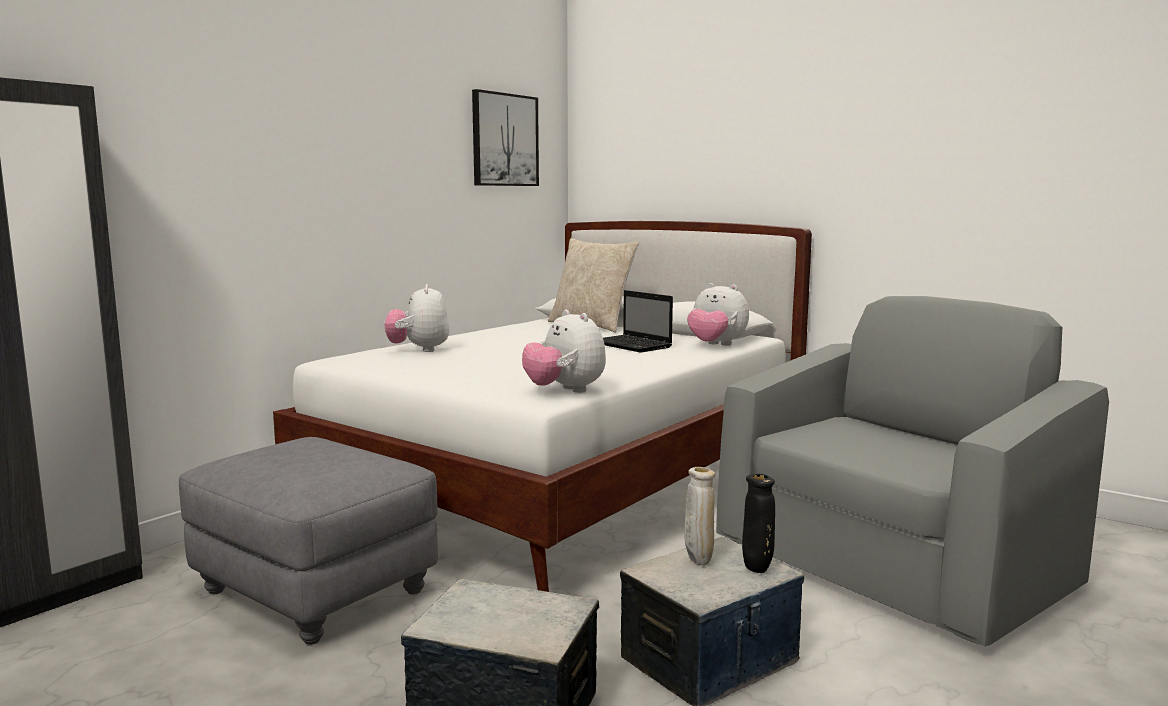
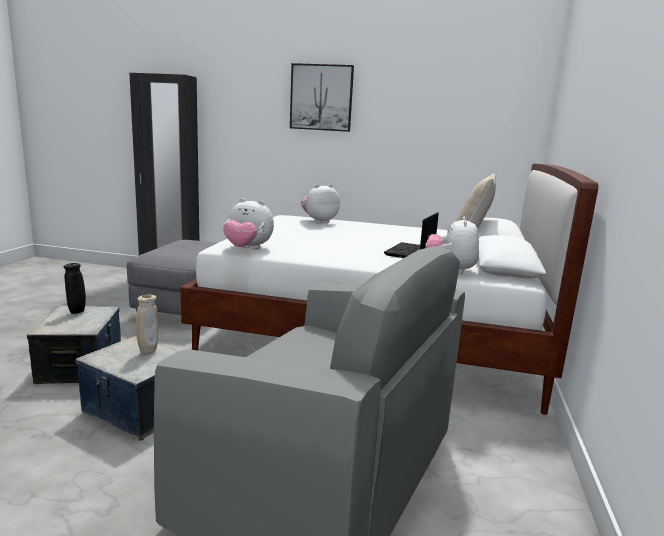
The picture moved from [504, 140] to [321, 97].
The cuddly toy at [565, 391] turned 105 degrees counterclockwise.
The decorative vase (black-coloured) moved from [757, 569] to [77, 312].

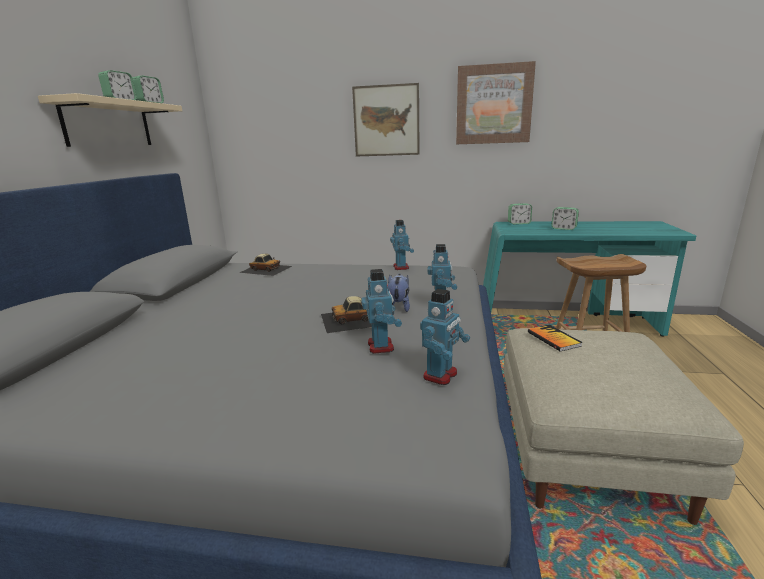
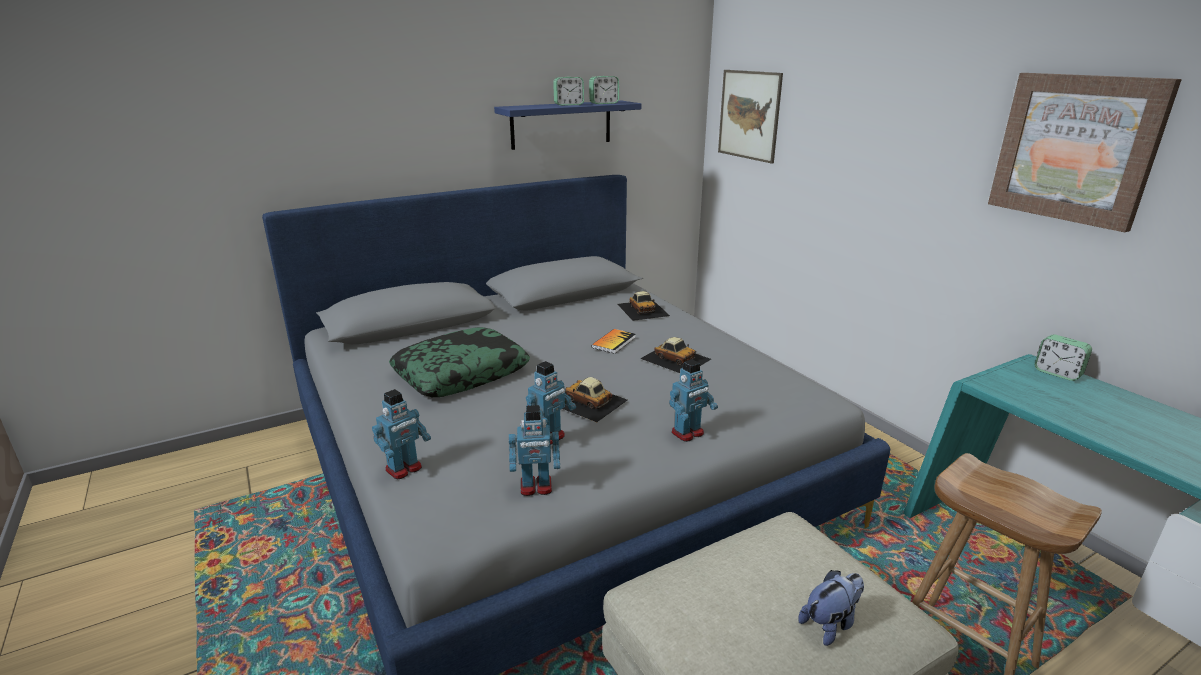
The picture moved from [386, 121] to [749, 115].
The shelf (beige) at [108, 124] became the shelf (bluish) at [561, 124].
The bedside clock at [563, 228] disappeared.
The toy robot moved from [401, 267] to [404, 469].
The cuddly toy moved from [398, 307] to [830, 624].
The book moved from [553, 339] to [614, 342].
The throw pillow at [461, 373] appeared.
The toy car at [675, 358] appeared.

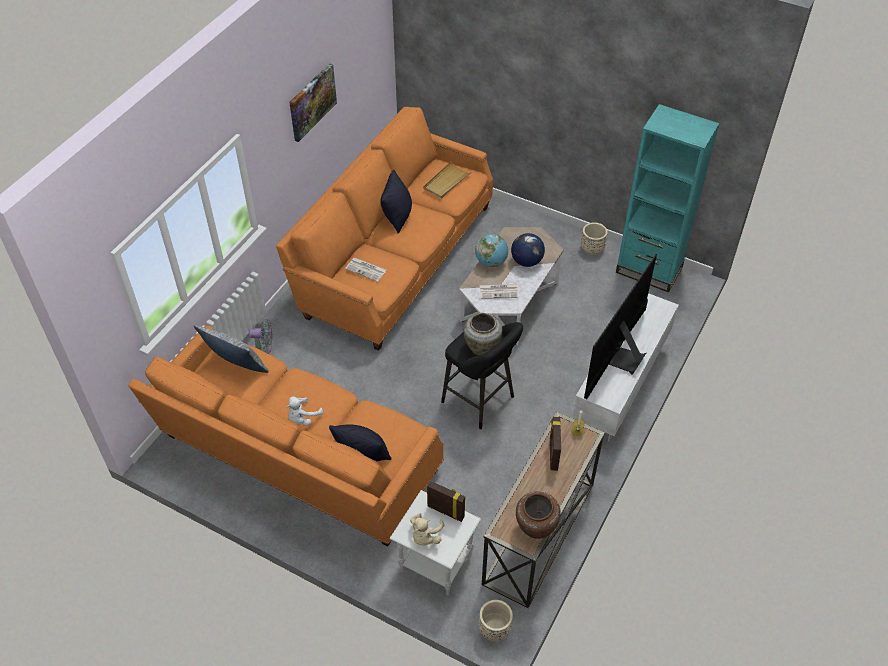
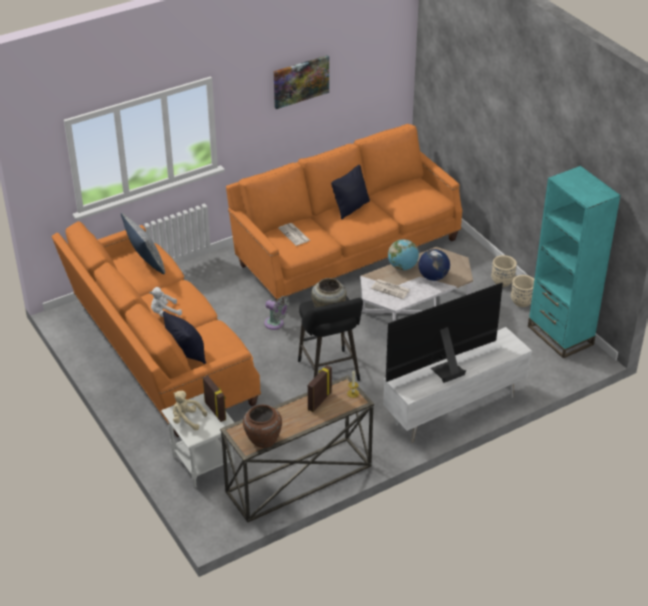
The tray (beige) at [446, 182] disappeared.
The electric fan (grey) moved from [263, 349] to [276, 324].
The cuddly toy (beige) at [425, 536] turned 60 degrees clockwise.
The plant pot (beige) moved from [495, 629] to [502, 281].

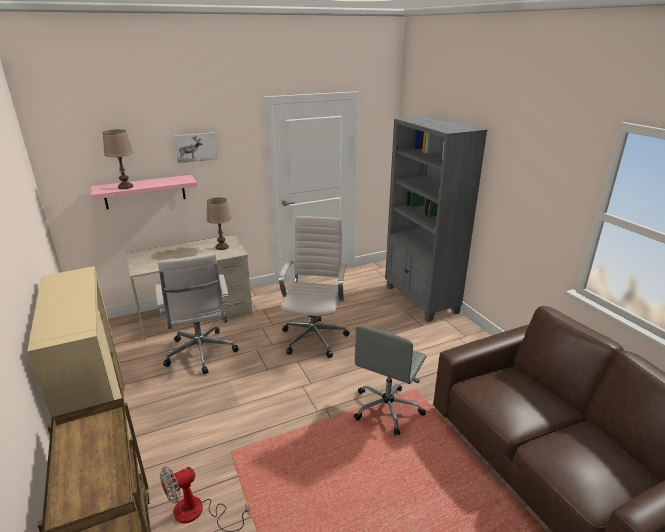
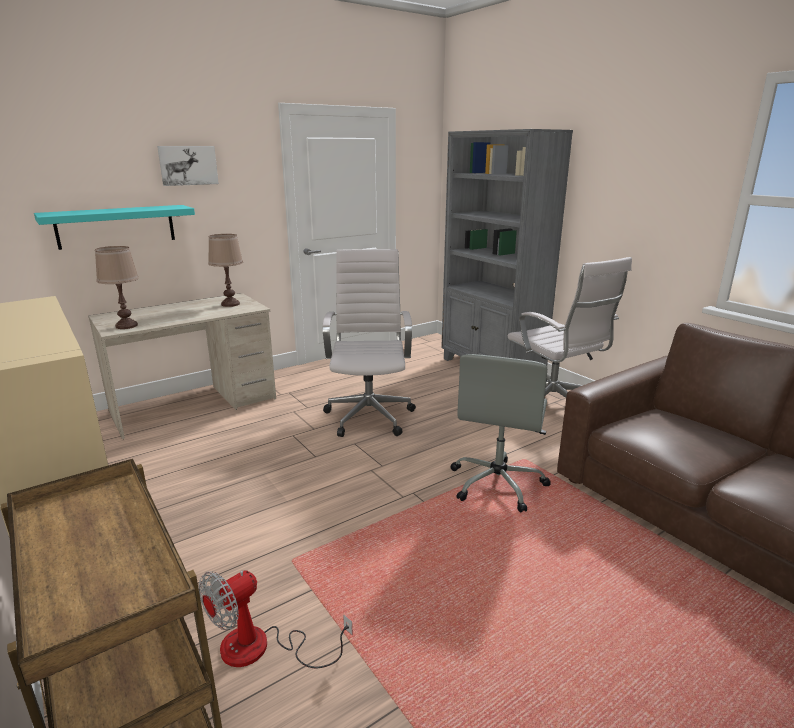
The tabletop lamp (brown-coloured) moved from [125, 187] to [127, 326].
The shelf (pink) at [145, 192] became the shelf (blue-green) at [116, 226].
The desk chair (white-coloured) moved from [201, 354] to [554, 405].

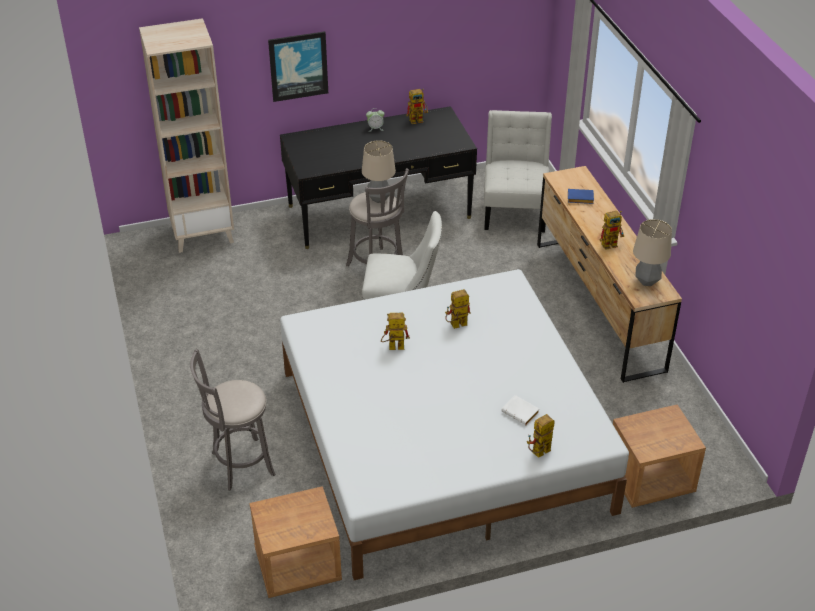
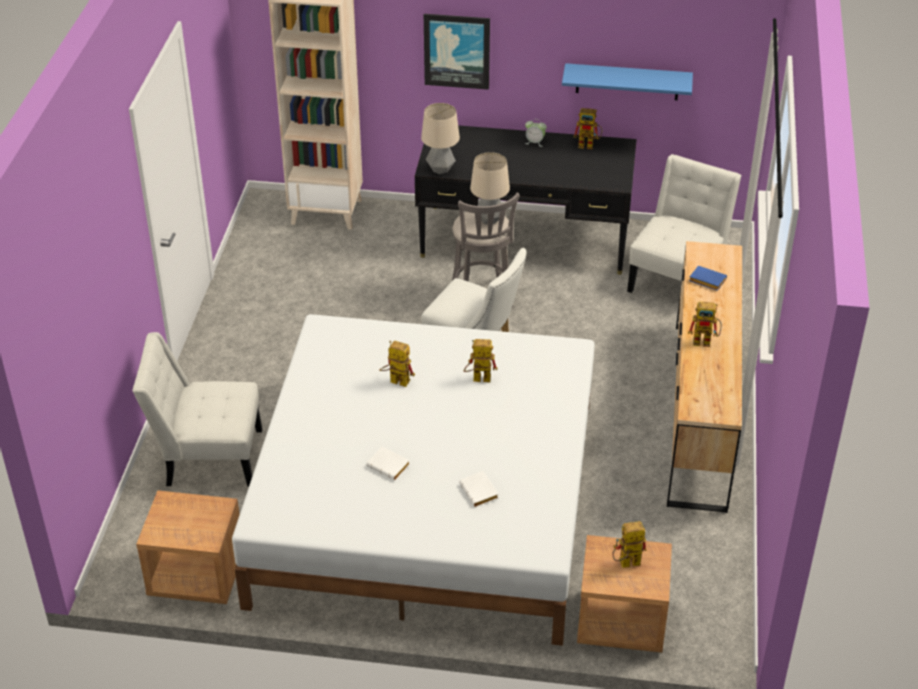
The tabletop lamp moved from [647, 281] to [440, 169].
The sitting stool (grey) at [239, 465] was replaced by the chair (white-coloured) at [208, 456].
The toy robot moved from [539, 454] to [625, 564].
The shelf (bluish) at [627, 82] appeared.
The book (white-coloured) at [390, 466] appeared.

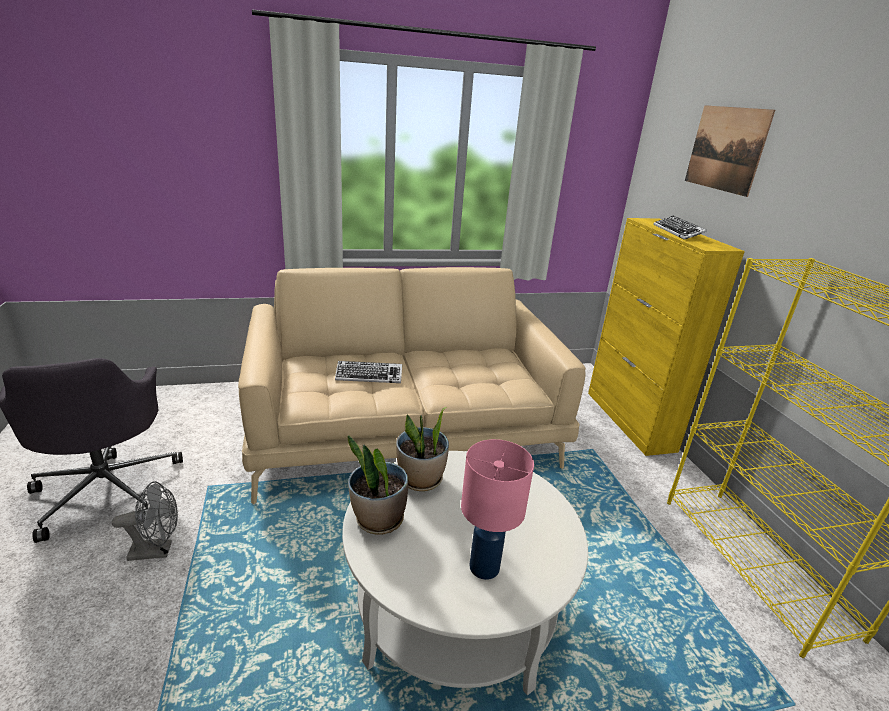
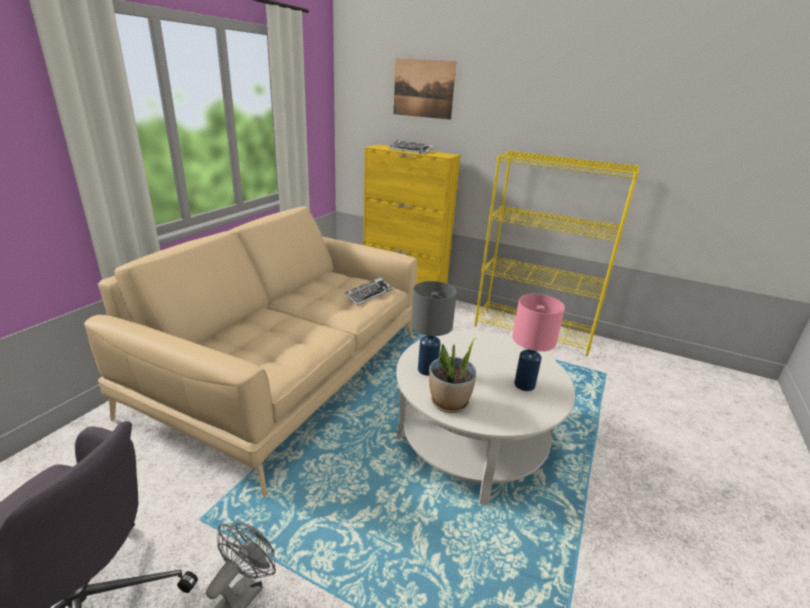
The PC keyboard moved from [369, 376] to [368, 294].
The plant in a pot at [421, 480] was replaced by the tabletop lamp (grey) at [427, 369].

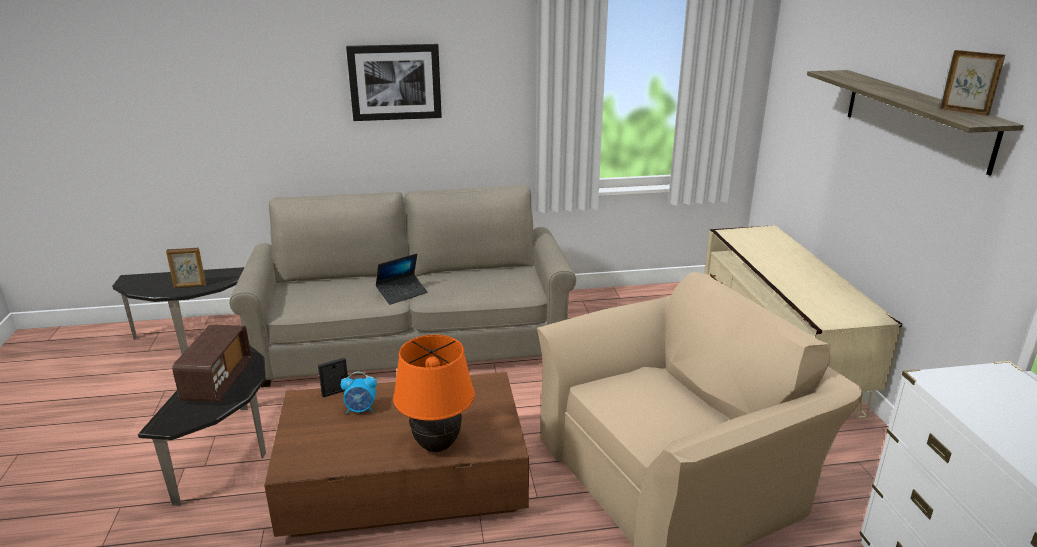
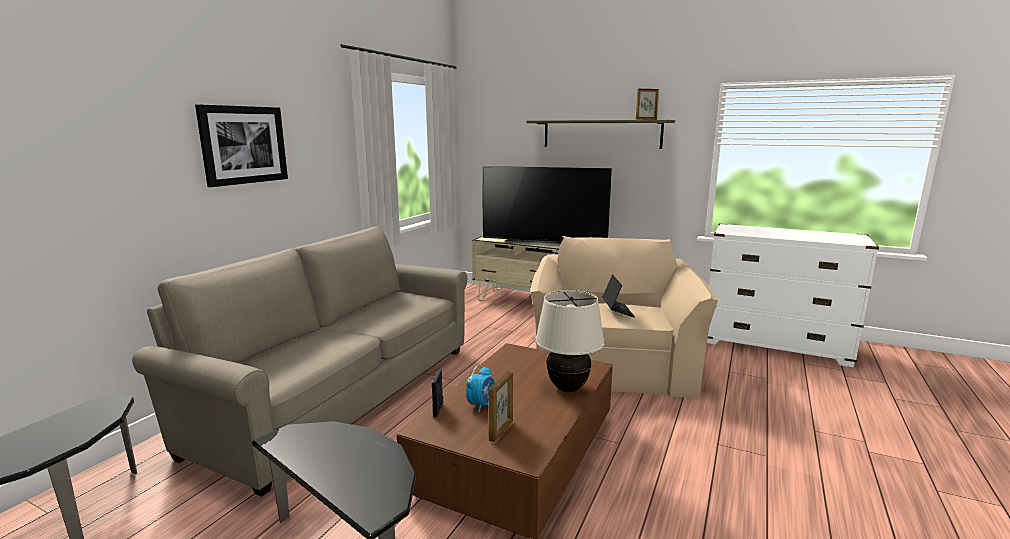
The photo frame moved from [190, 286] to [501, 430].
The laptop moved from [402, 293] to [617, 311].
The radio set at [218, 382] disappeared.
The tabletop lamp (orange-coloured) at [437, 446] became the tabletop lamp (beige) at [568, 388].
The TV at [544, 242] appeared.

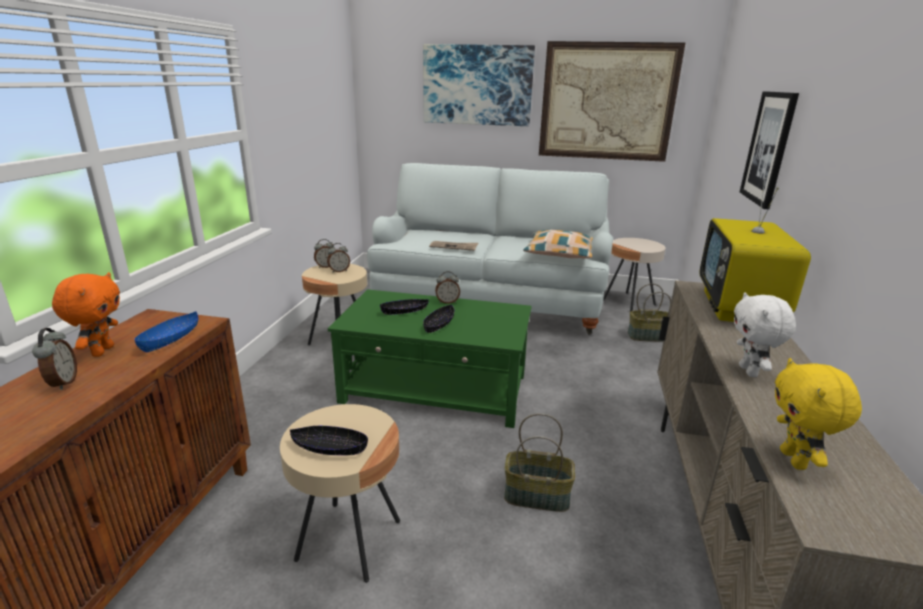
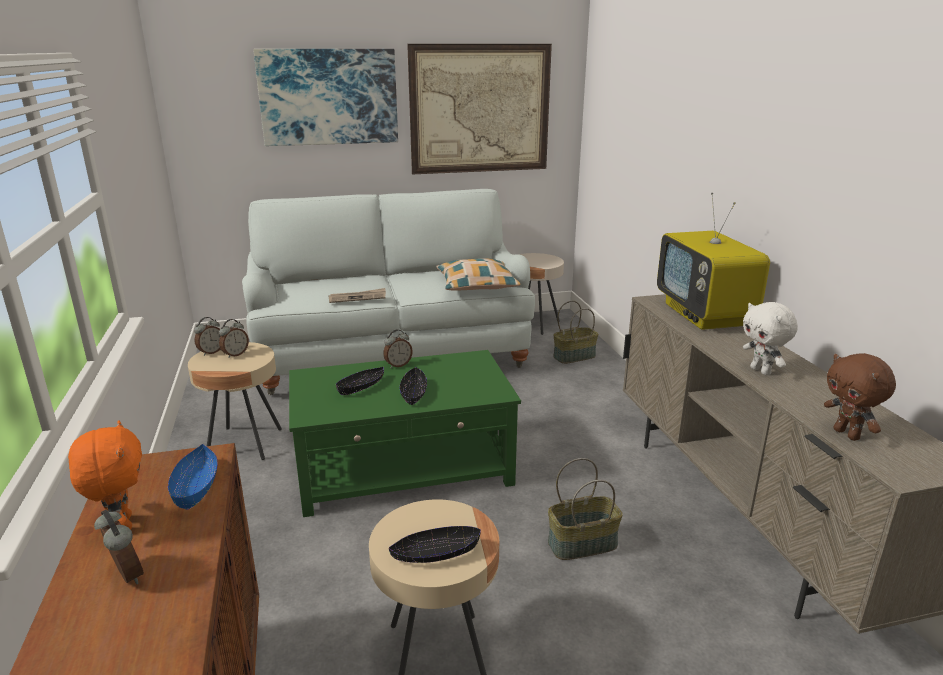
The picture at [768, 148] disappeared.
The cuddly toy (yellow) at [795, 460] became the cuddly toy (brown-coloured) at [847, 434].

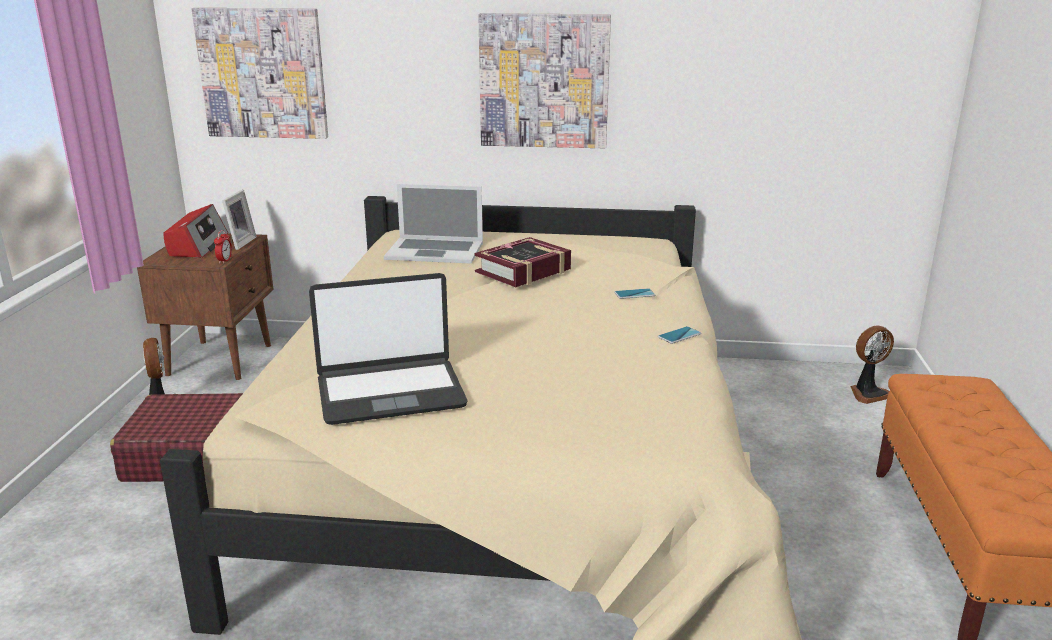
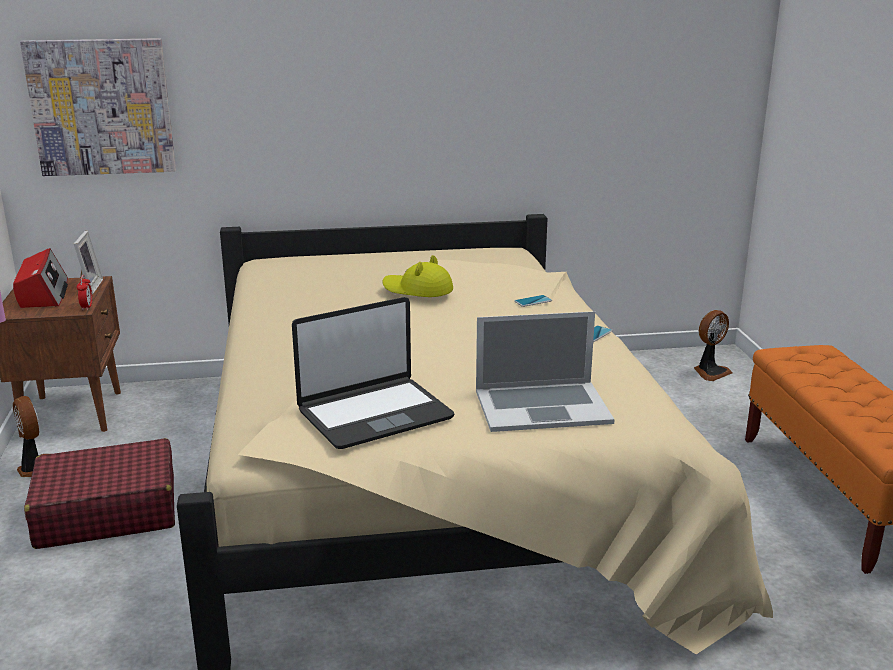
The picture at [544, 81] disappeared.
The laptop moved from [435, 251] to [542, 406].
The book at [523, 271] was replaced by the hat (yellow) at [417, 289].

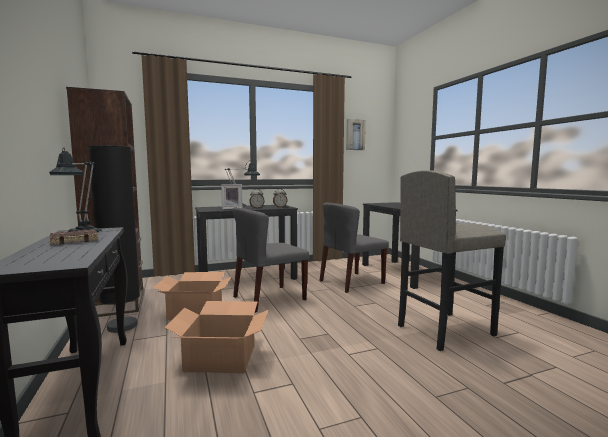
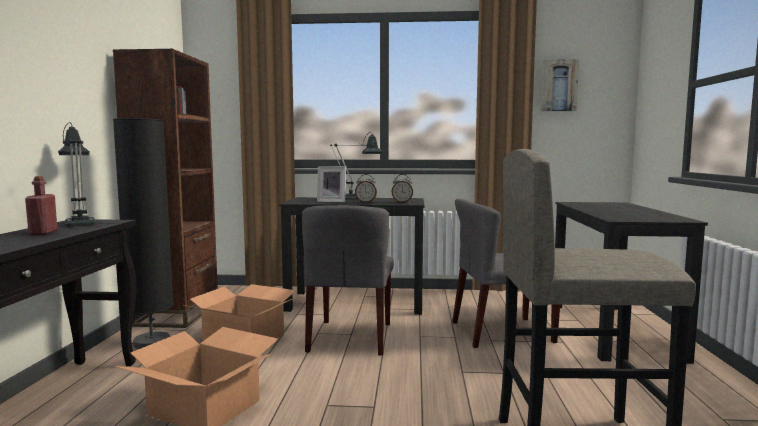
The chair (grey) at [269, 298] turned 75 degrees counterclockwise.
The book (brown-coloured) at [74, 240] was replaced by the drink bottle (reddish) at [43, 233].

